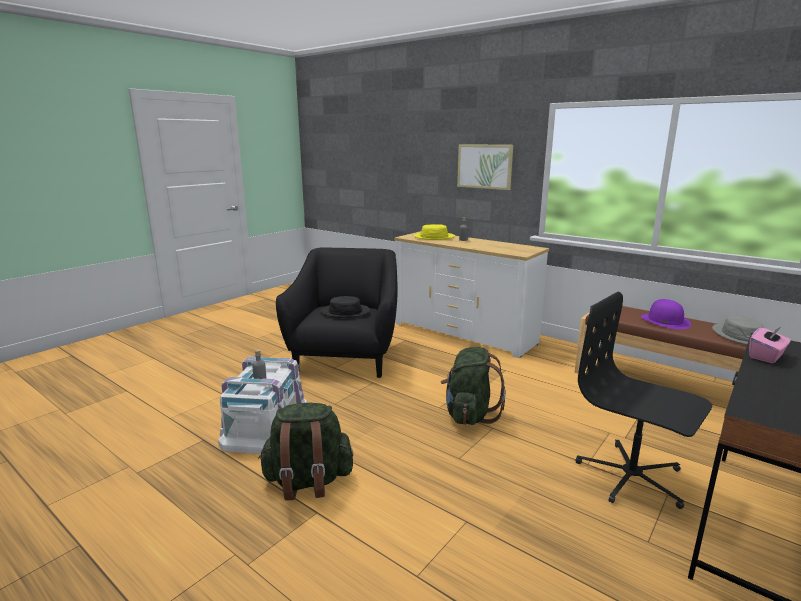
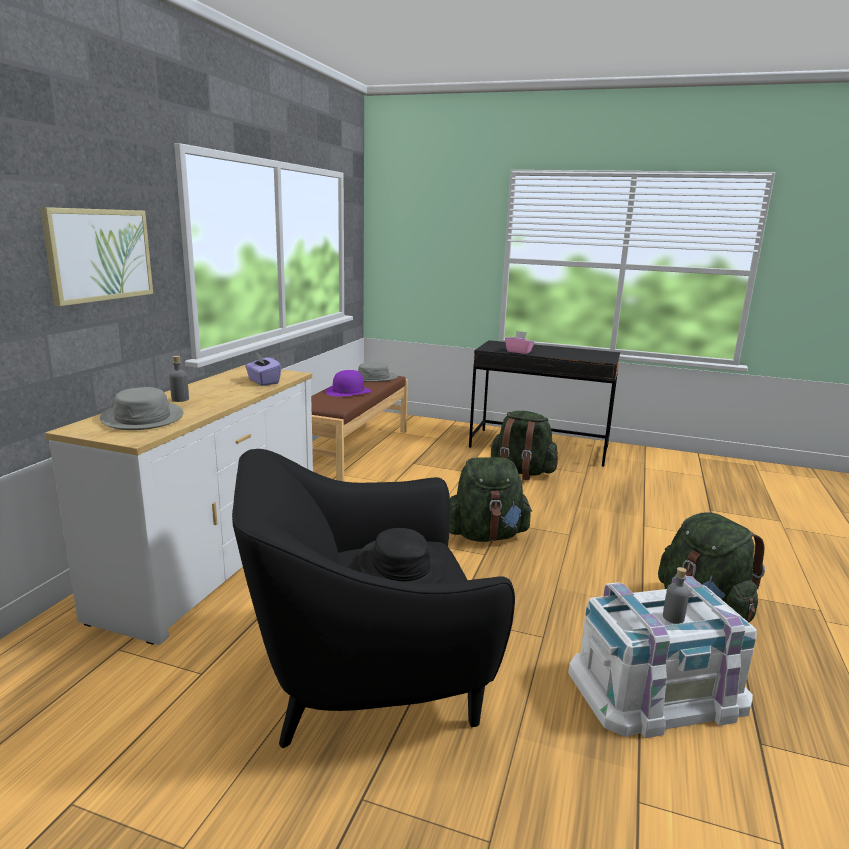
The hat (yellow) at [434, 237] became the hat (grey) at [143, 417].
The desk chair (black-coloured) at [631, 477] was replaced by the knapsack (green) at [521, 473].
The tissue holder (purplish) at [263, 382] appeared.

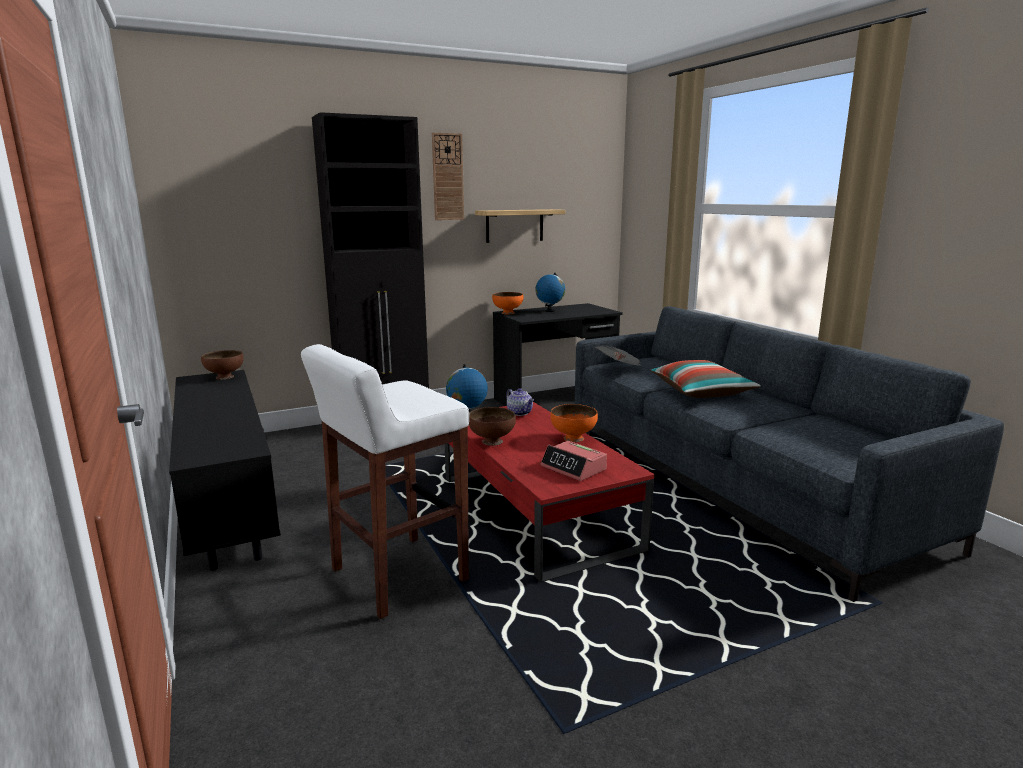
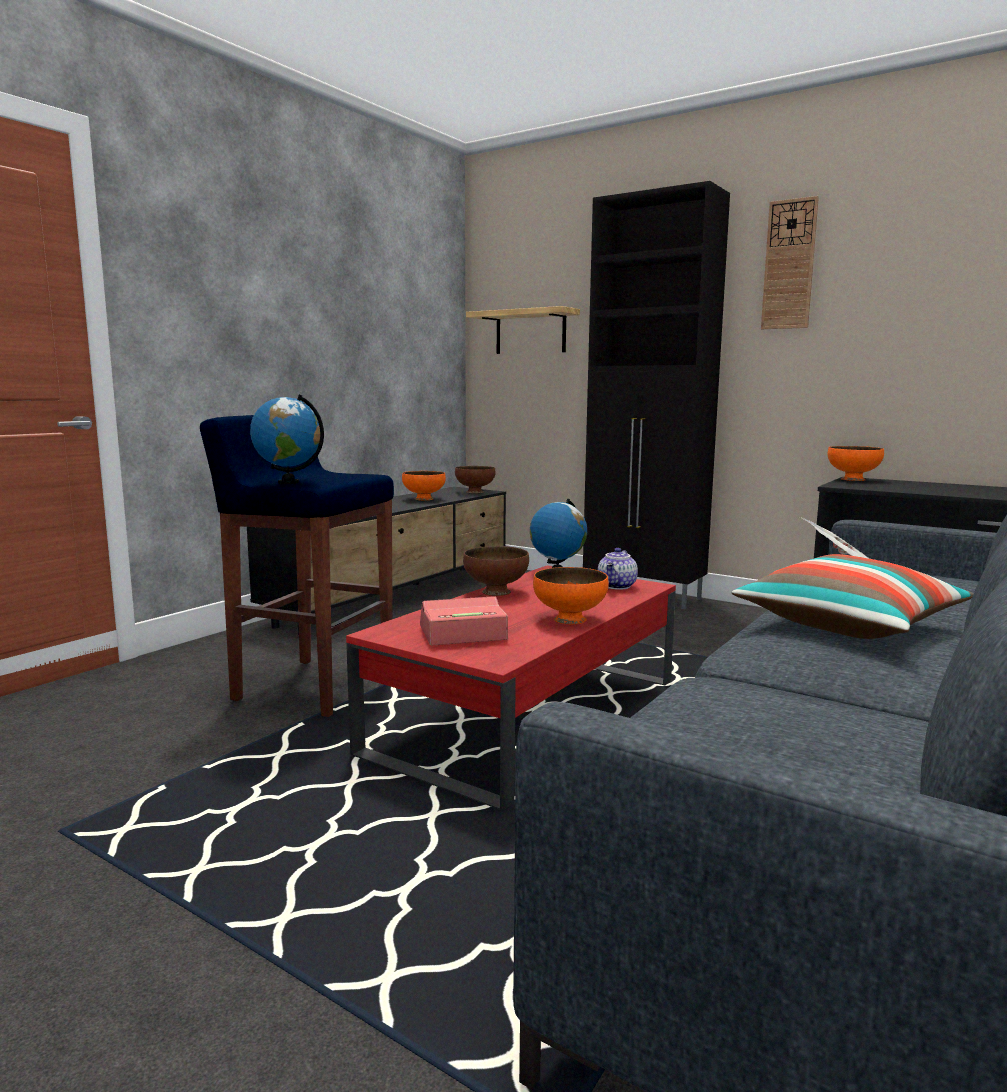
The shelf moved from [514, 225] to [530, 332].
The world globe moved from [549, 311] to [288, 482].
The sitting stool (white-coloured) at [397, 575] became the sitting stool (bluish) at [313, 687].
The bedside clock at [573, 468] turned 60 degrees clockwise.
The bowl (orange-coloured) at [423, 499] appeared.

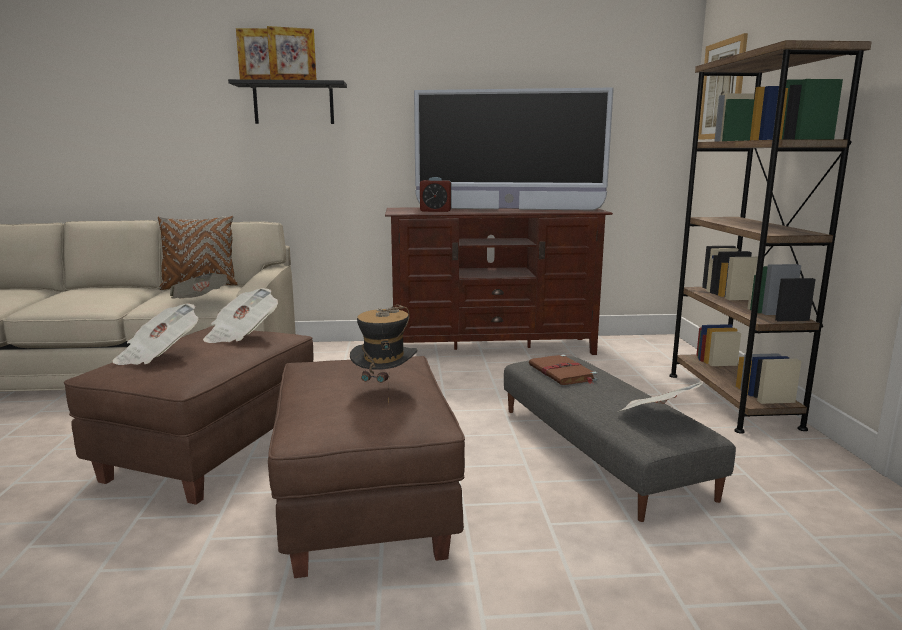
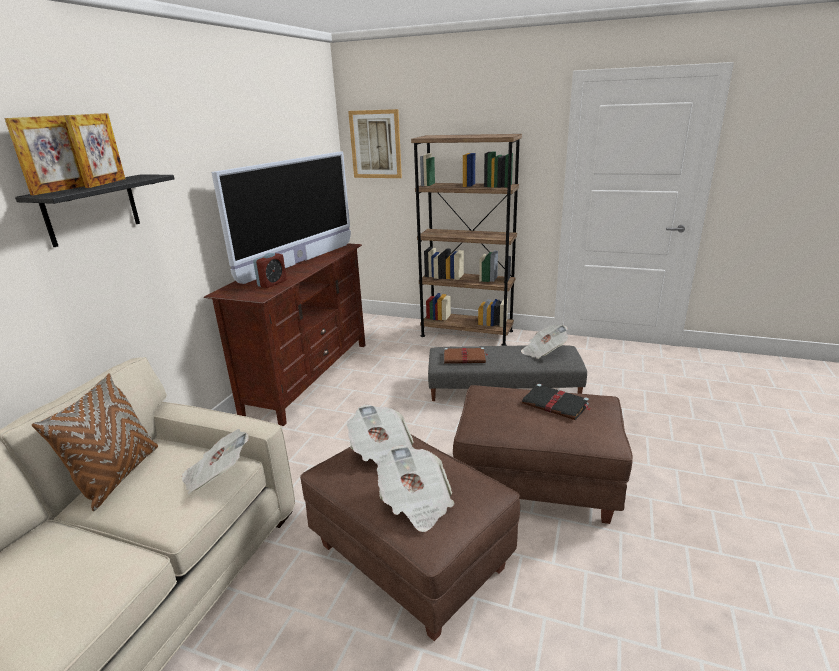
The hat at [385, 390] was replaced by the book (black-coloured) at [556, 404].

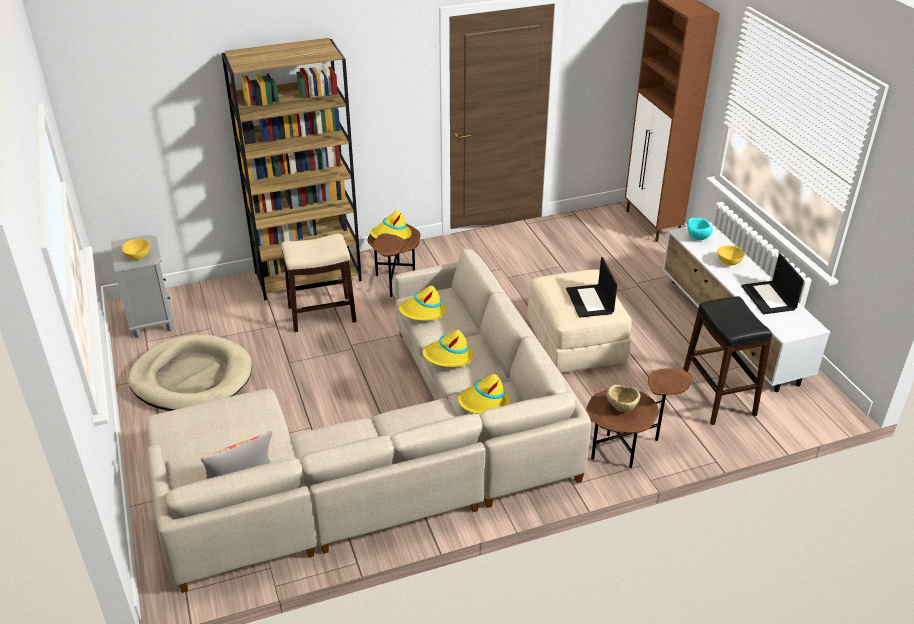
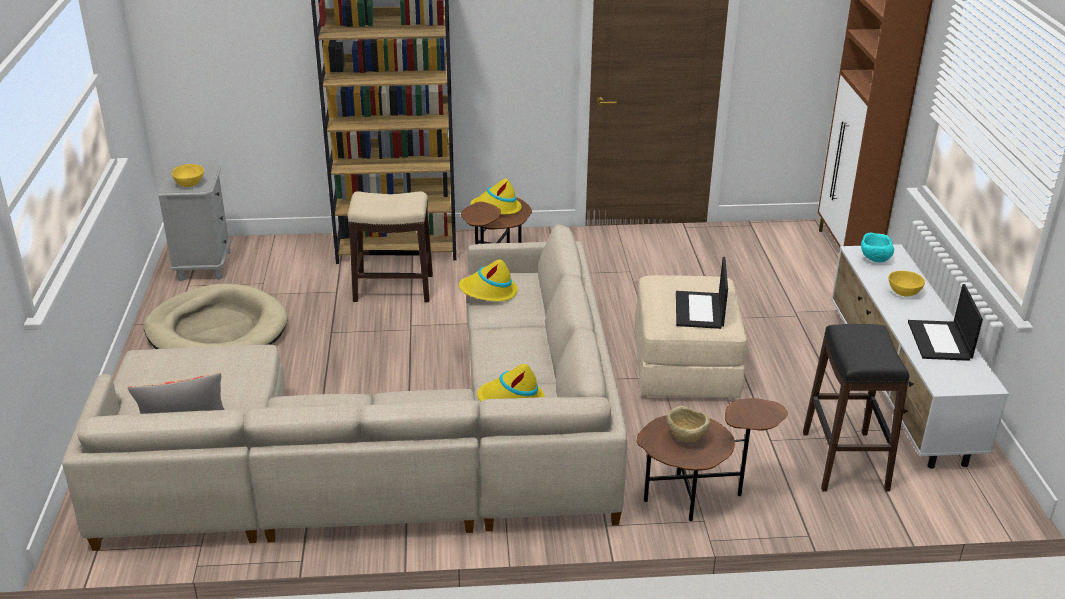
The hat (yellow) at [448, 357] disappeared.

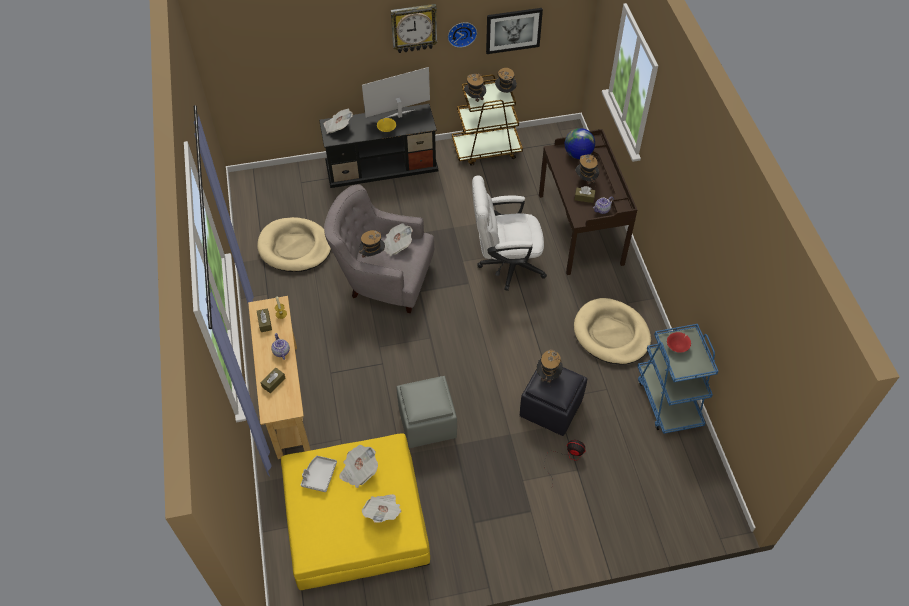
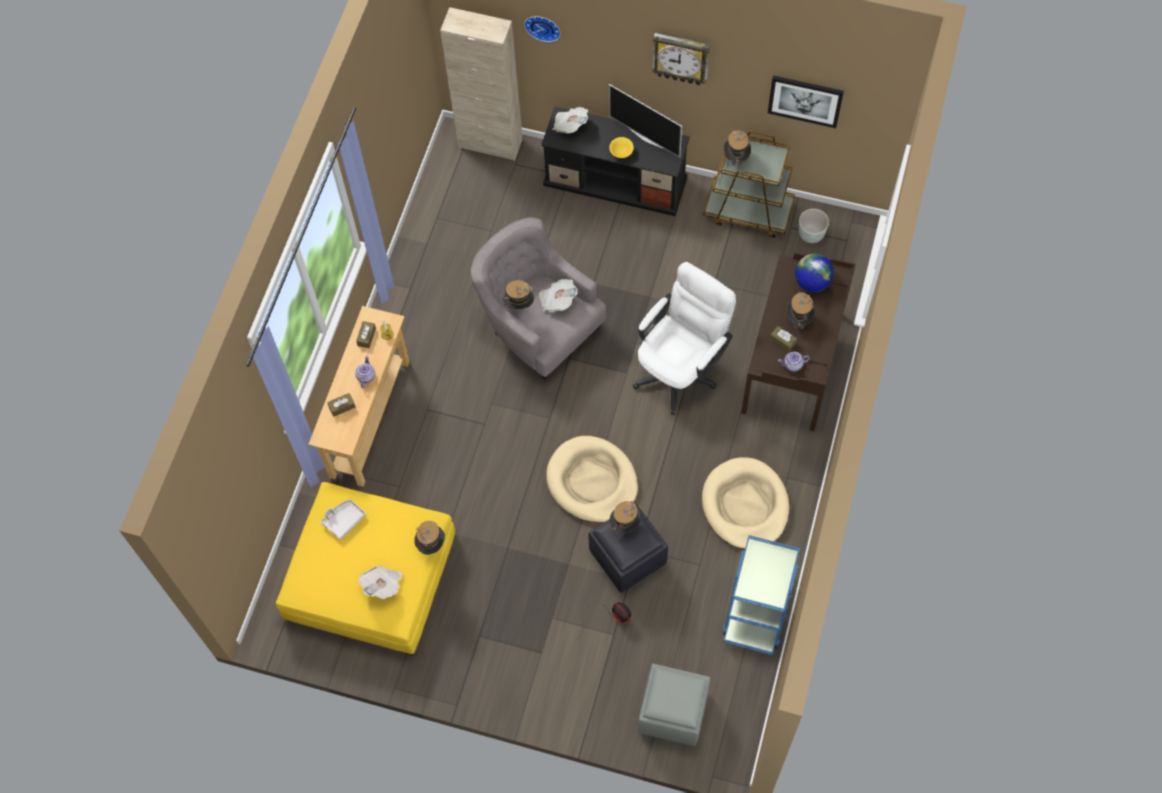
The hanging clock moved from [461, 33] to [543, 26].
The TV at [399, 115] turned 150 degrees counterclockwise.
The hat moved from [505, 93] to [431, 544].
The desk chair (white-coloured) at [505, 264] turned 105 degrees clockwise.
The pet bed (beige) moved from [295, 247] to [592, 481].
The bowl (reddish) at [677, 346] disappeared.
The pouffe (grey) moved from [427, 423] to [672, 712].
The daily paper at [358, 471] disappeared.
The cupboard (beige) at [490, 143] appeared.
The plant pot (grey) at [811, 235] appeared.

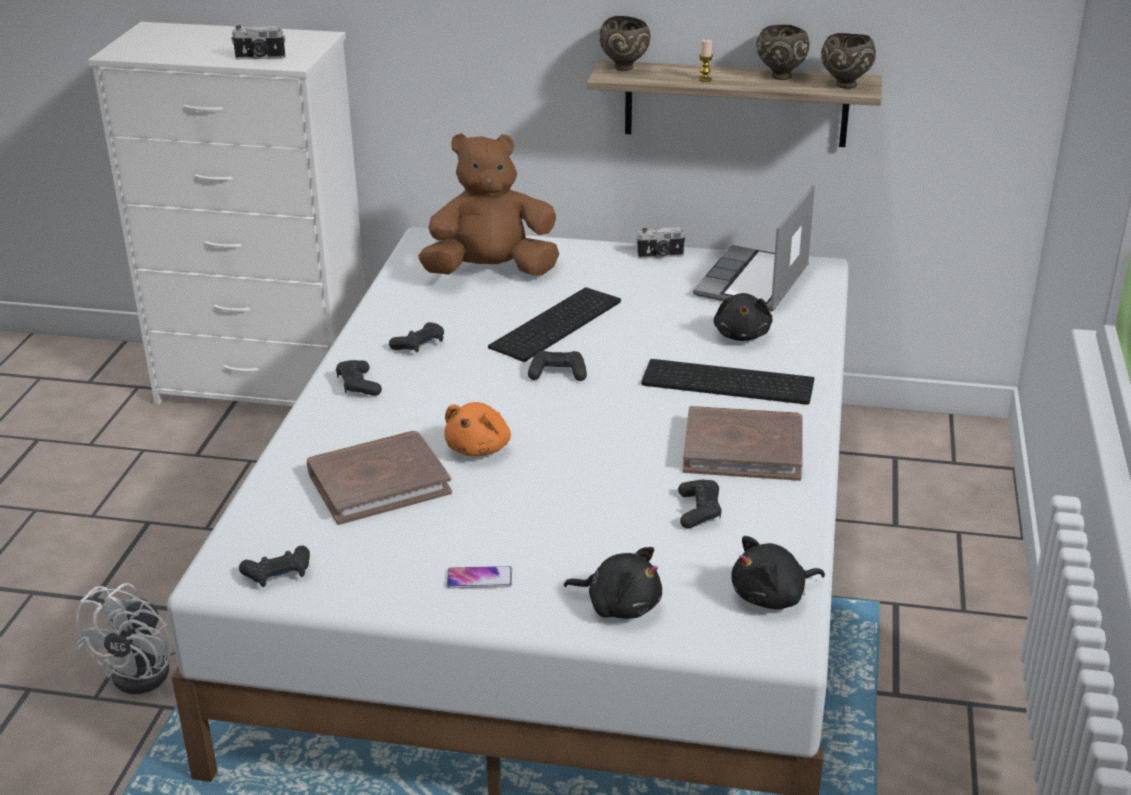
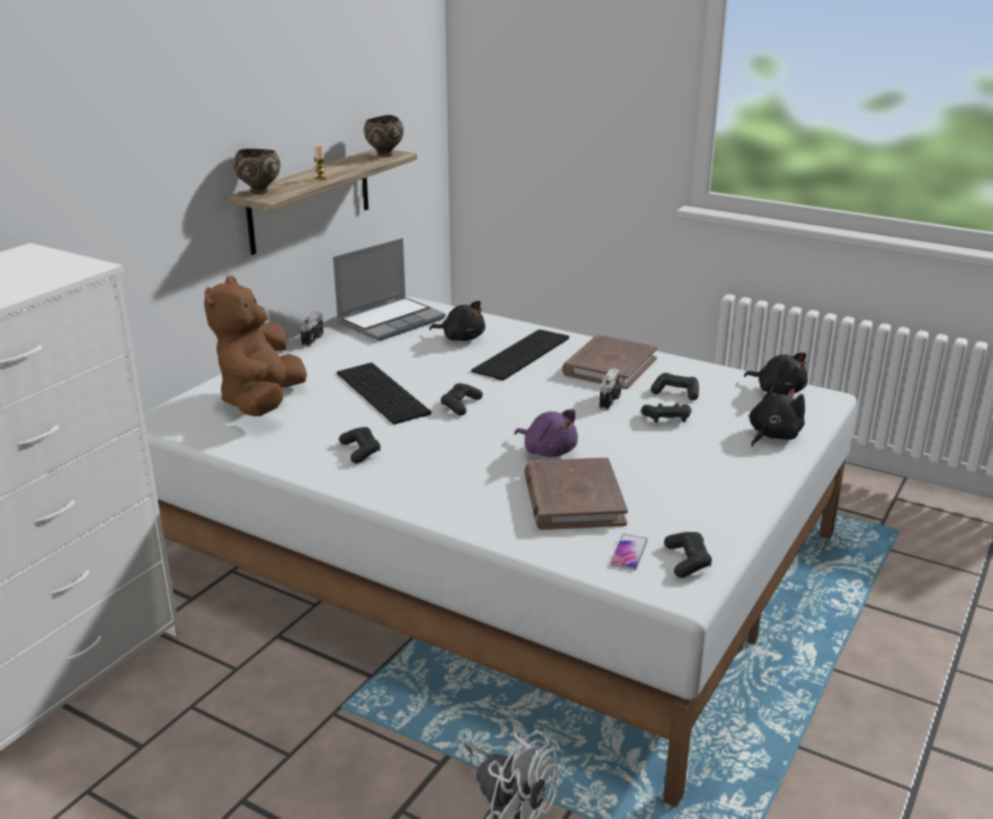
The still camera moved from [260, 57] to [610, 401].
The bowl (brown-coloured) at [779, 76] disappeared.
The laptop at [753, 283] turned 90 degrees counterclockwise.
The gamepad (black-coloured) moved from [358, 385] to [667, 419].
The cuddly toy (orange-coloured) at [480, 448] became the cuddly toy (purplish) at [548, 451].
The cuddly toy (black-coloured) at [772, 597] turned 45 degrees counterclockwise.
The handset moved from [479, 578] to [629, 553].

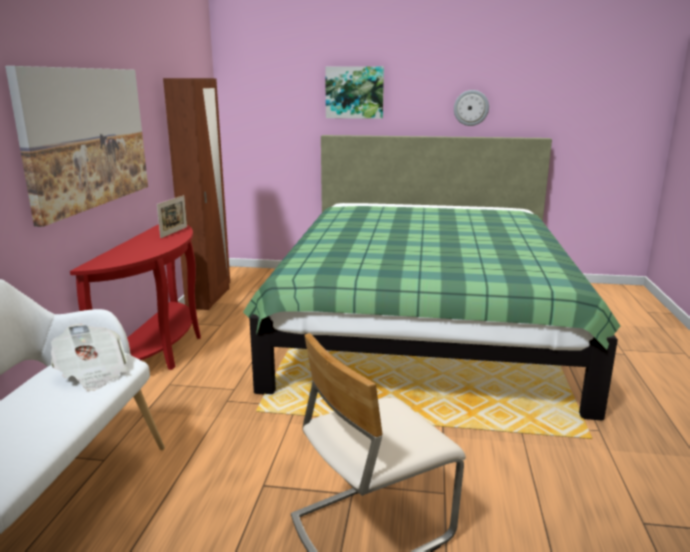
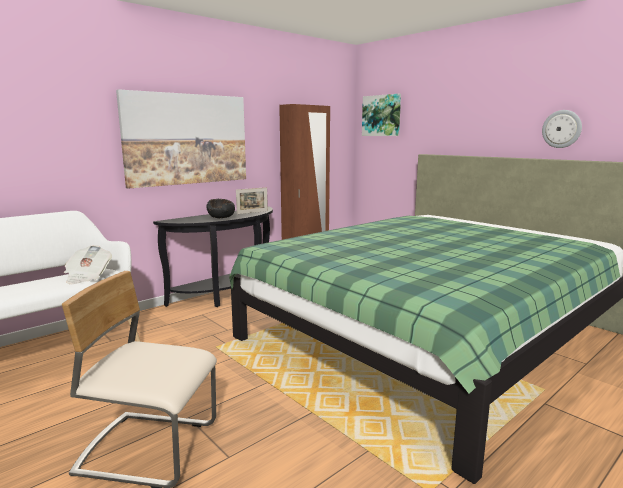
The picture moved from [354, 92] to [381, 115].
The hall table (reddish) at [161, 351] became the hall table (black-coloured) at [229, 295].
The bowl (black-coloured) at [221, 217] appeared.

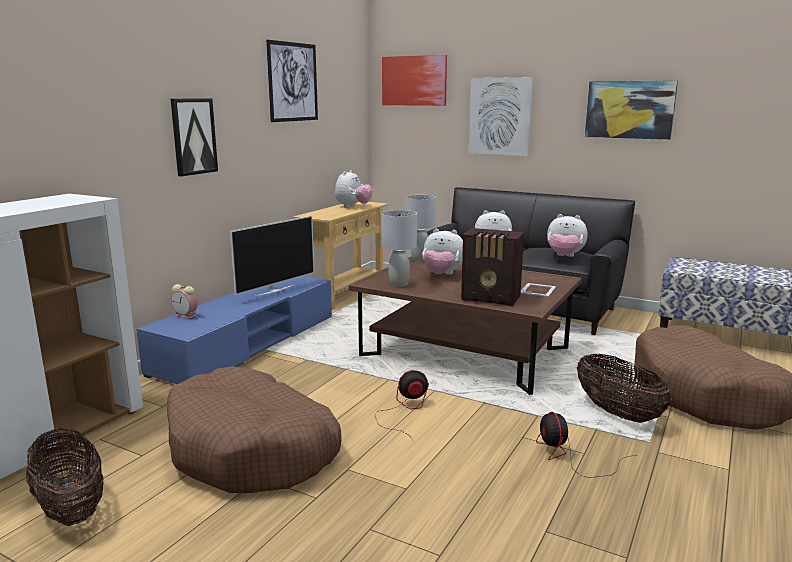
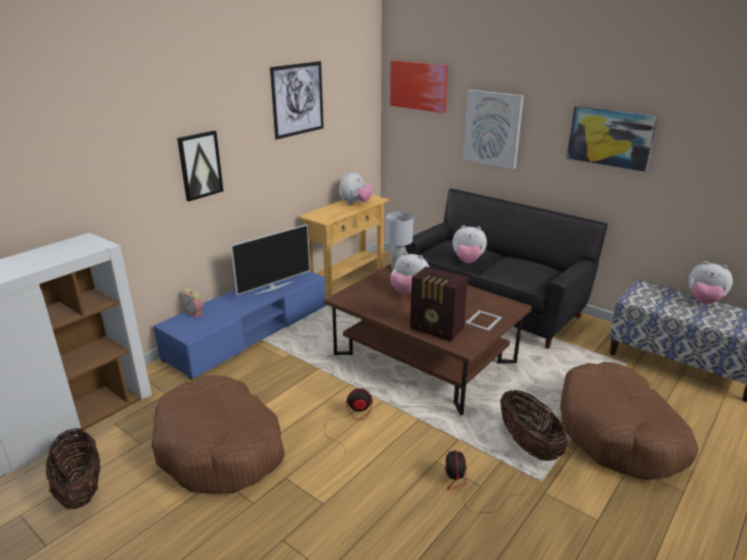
The tabletop lamp (grey) at [399, 284] disappeared.
The cuddly toy moved from [564, 256] to [704, 301].

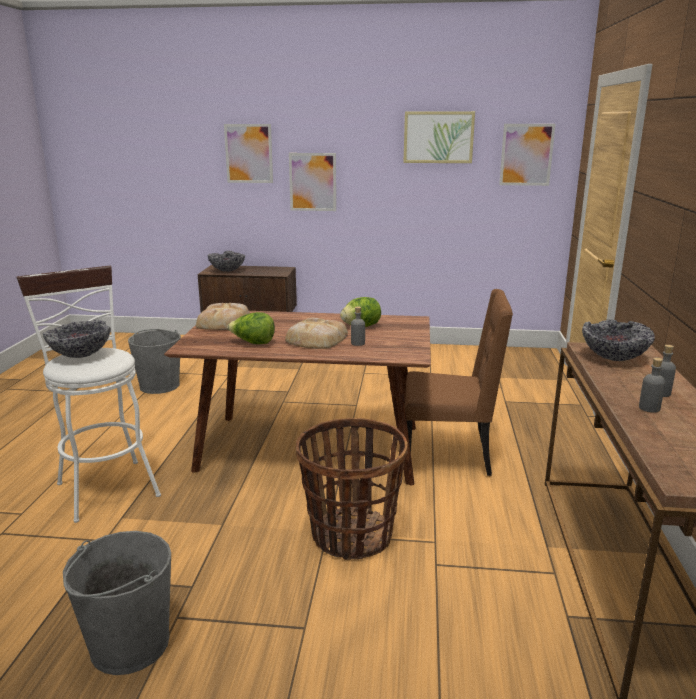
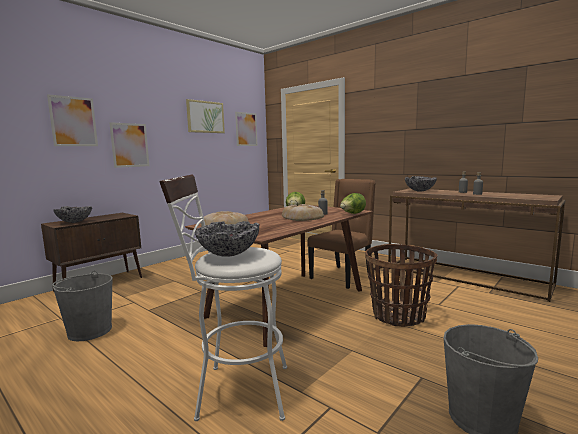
The lettuce moved from [253, 343] to [352, 214].

